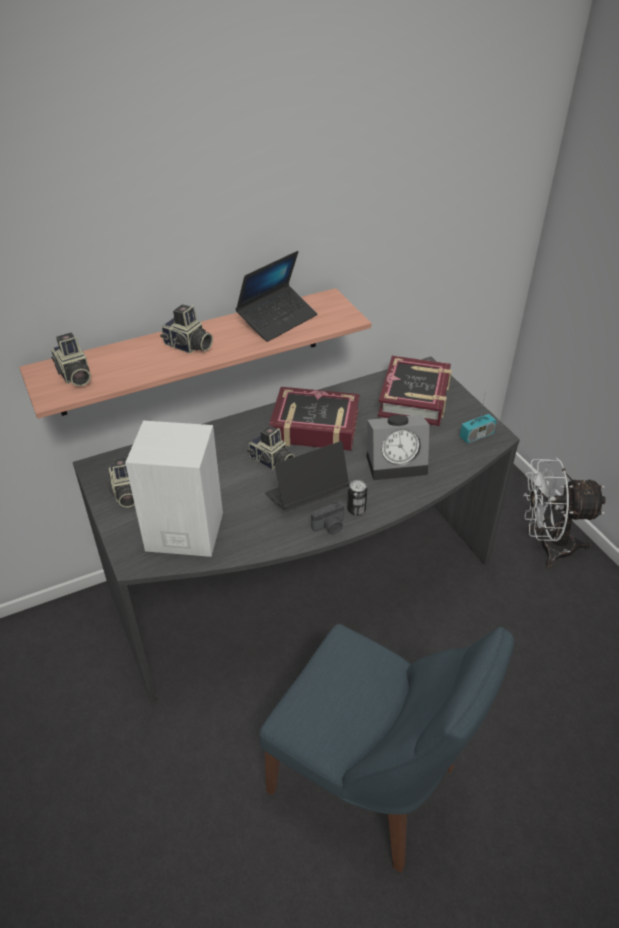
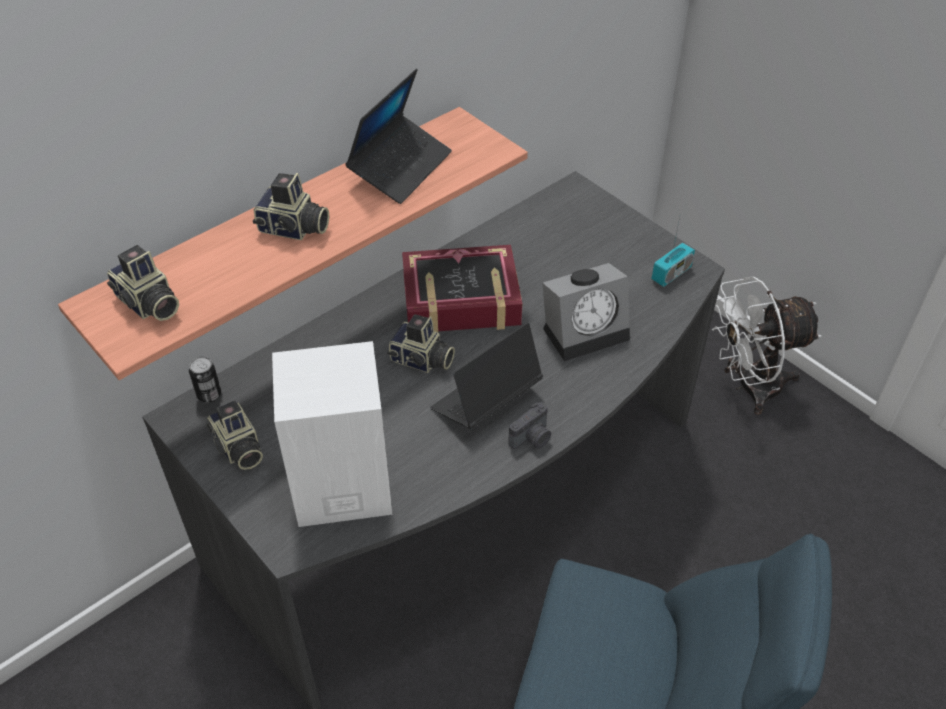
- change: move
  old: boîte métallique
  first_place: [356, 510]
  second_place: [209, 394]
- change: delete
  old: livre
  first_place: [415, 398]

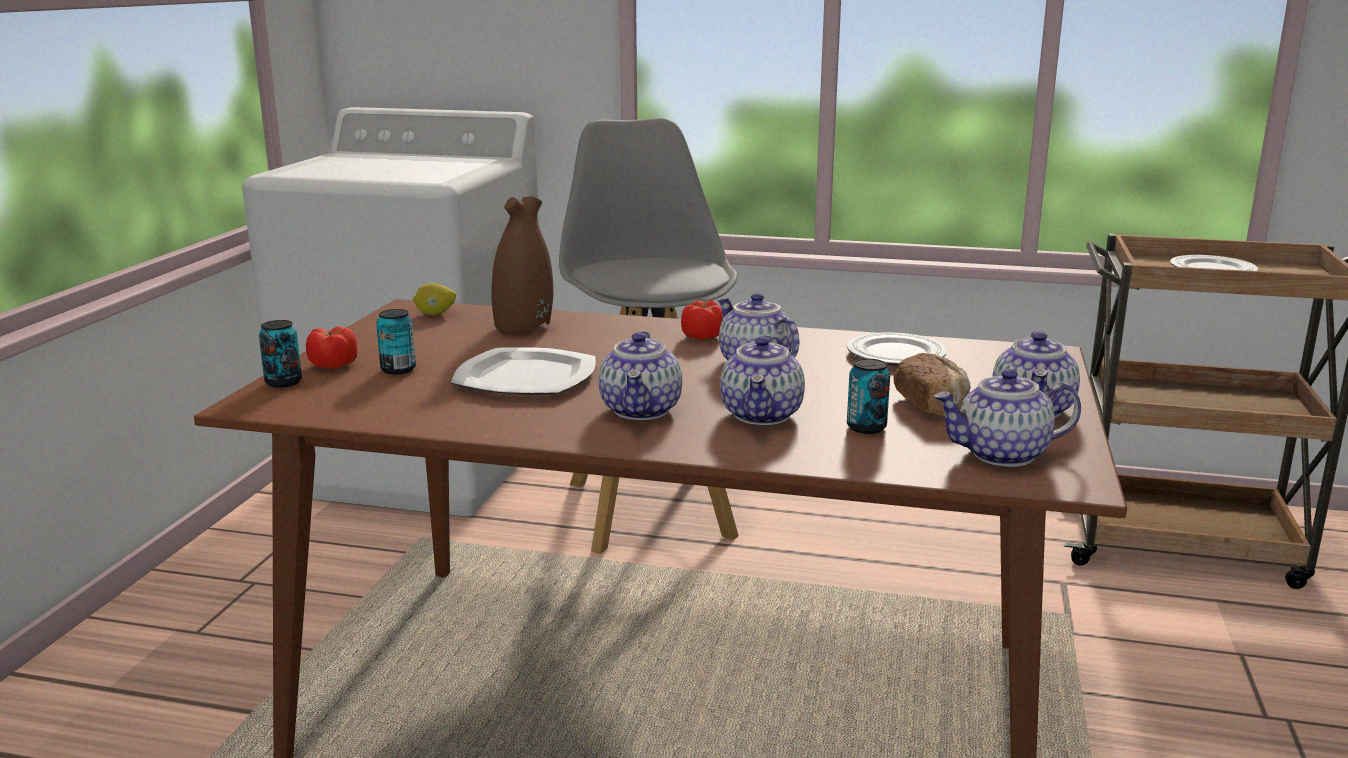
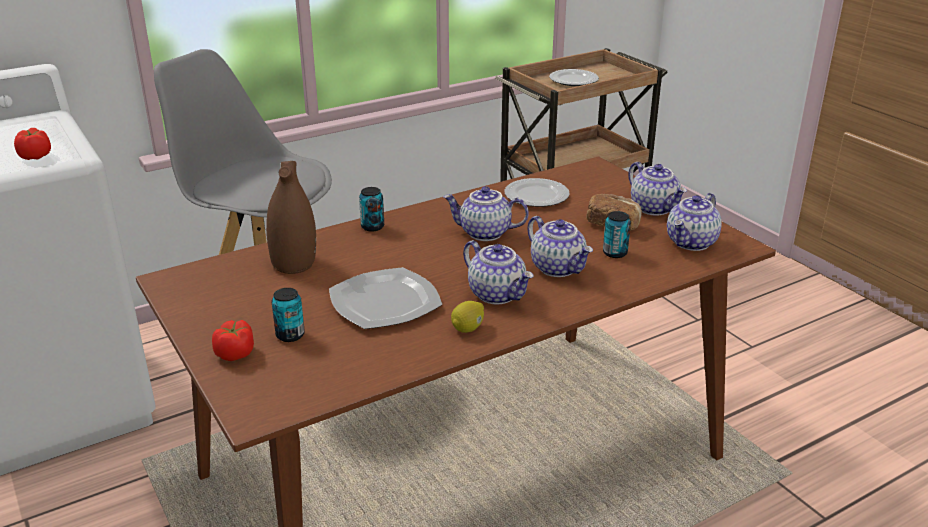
- change: move
  old: boîte métallique
  first_place: [283, 382]
  second_place: [372, 227]
- change: move
  old: citron
  first_place: [435, 314]
  second_place: [468, 328]
- change: move
  old: tomate
  first_place: [702, 336]
  second_place: [35, 156]

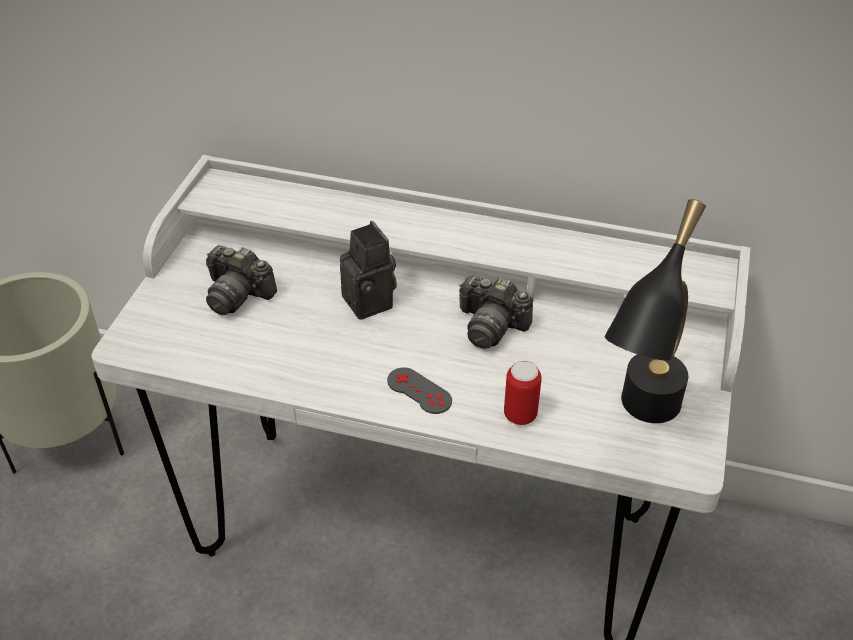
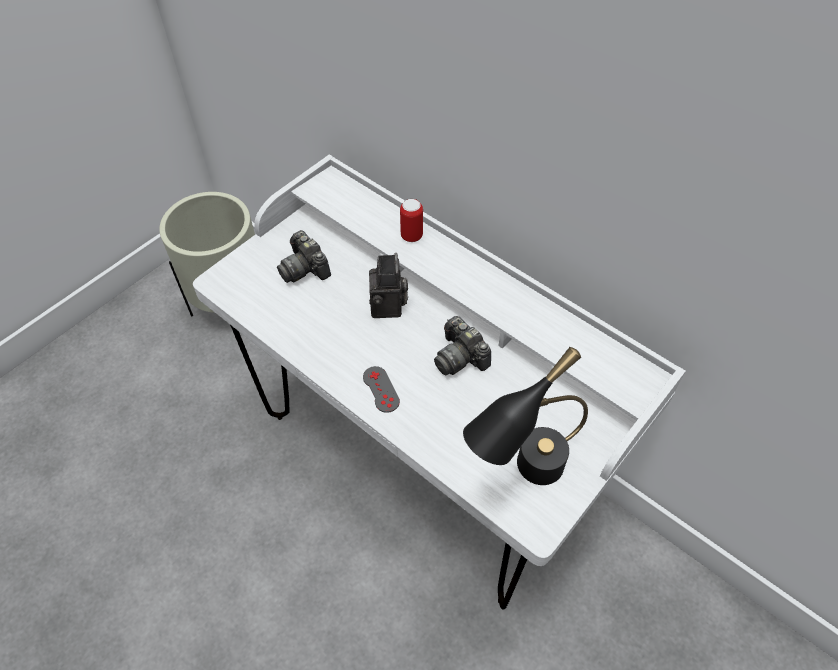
- change: move
  old: boîte métallique
  first_place: [520, 415]
  second_place: [411, 236]

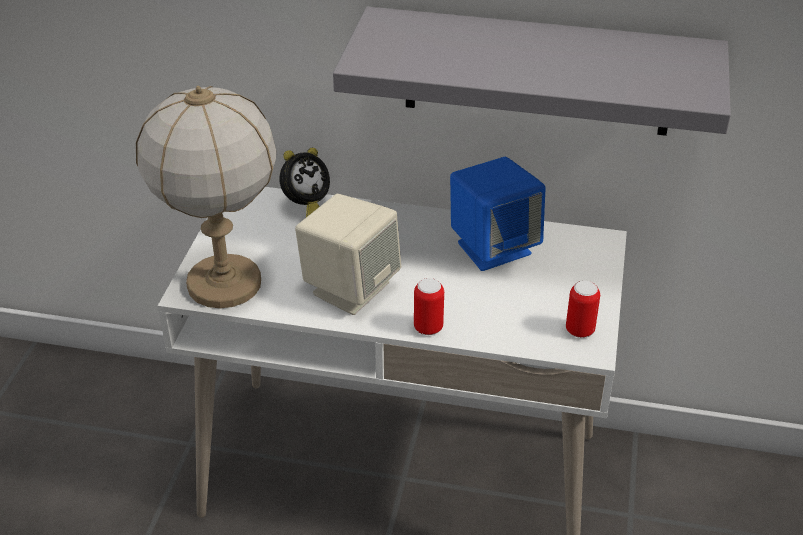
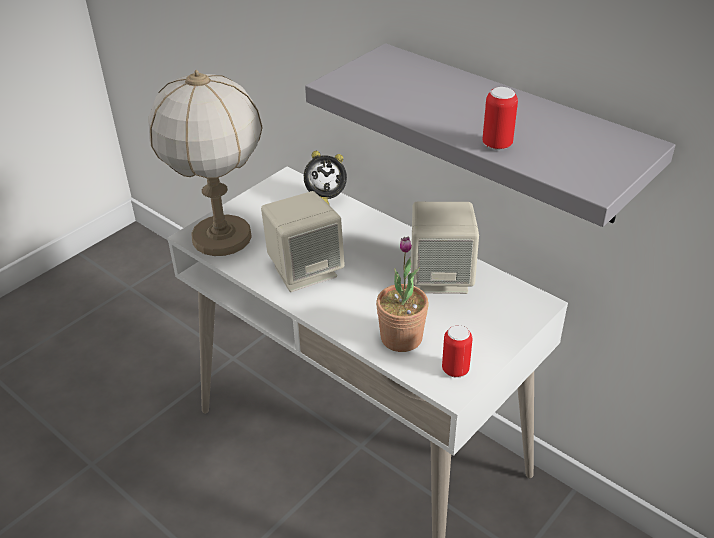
- change: move
  old: boîte métallique
  first_place: [428, 328]
  second_place: [497, 145]
- change: recolor
  old: enceinte [bleu]
  new: enceinte [beige]
  first_place: [493, 248]
  second_place: [441, 278]
- change: insert
  new: plante en pot
  second_place: [401, 338]

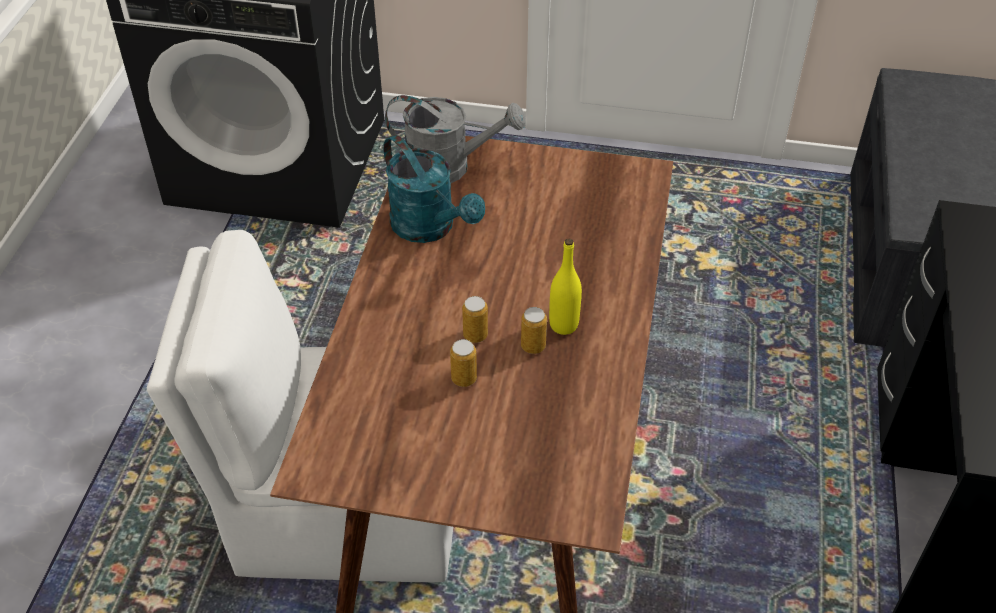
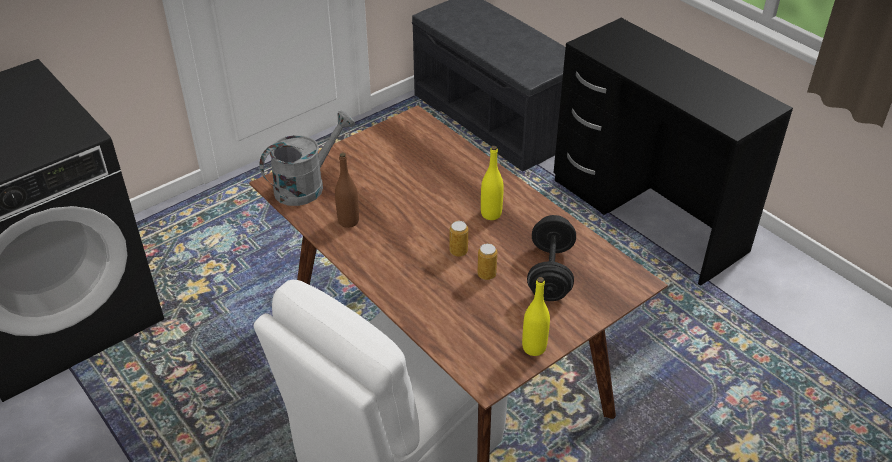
- change: replace
  old: arrosoir [turquoise]
  new: bouteille [marron]
  first_place: [430, 228]
  second_place: [348, 221]
- change: delete
  old: boîte métallique
  first_place: [533, 346]
- change: insert
  new: bouteille [jaune]
  second_place: [534, 347]
- change: insert
  new: haltère [noir]
  second_place: [550, 273]

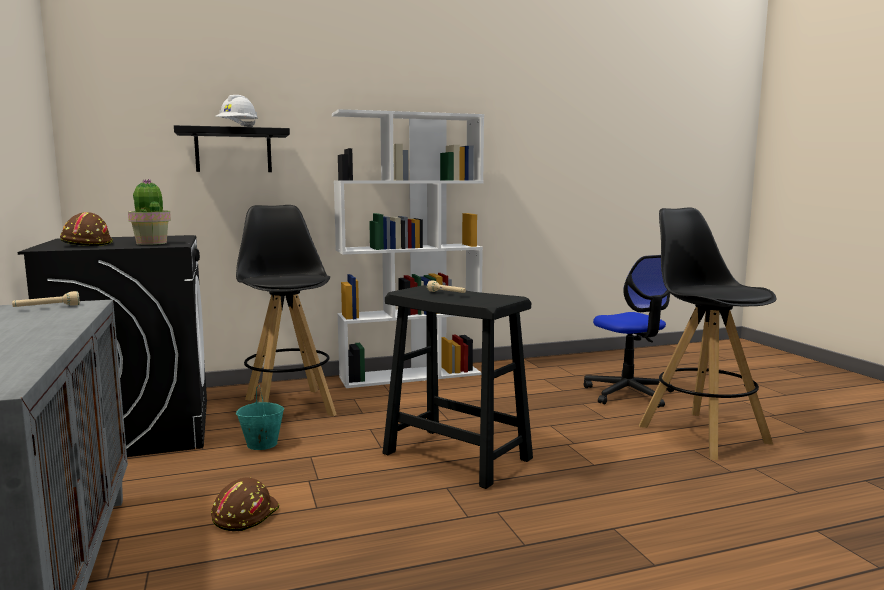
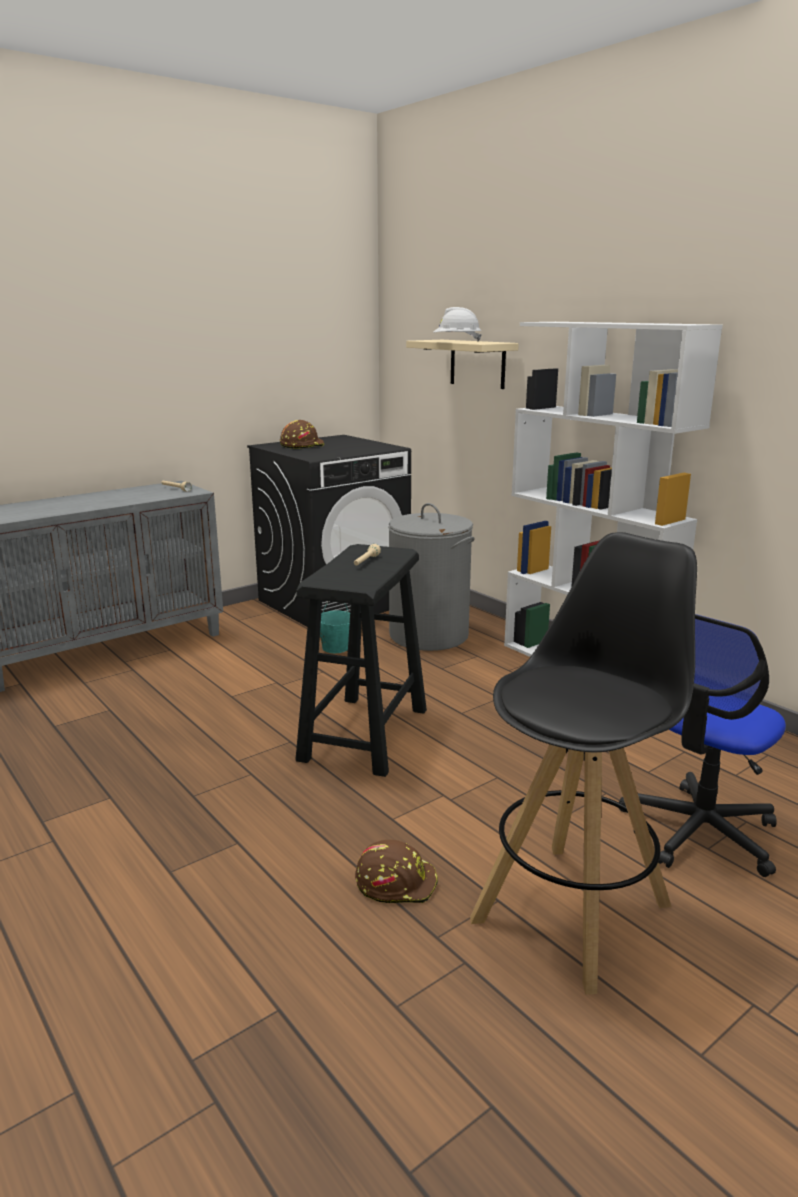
- change: delete
  old: plante en pot
  first_place: [151, 243]
- change: recolor
  old: étagère [noir]
  new: étagère [beige]
  first_place: [233, 151]
  second_place: [477, 363]
- change: move
  old: casque de chantier [marron]
  first_place: [244, 515]
  second_place: [396, 882]
- change: replace
  old: tabouret [noir]
  new: panier à linge [gris]
  first_place: [289, 406]
  second_place: [429, 635]

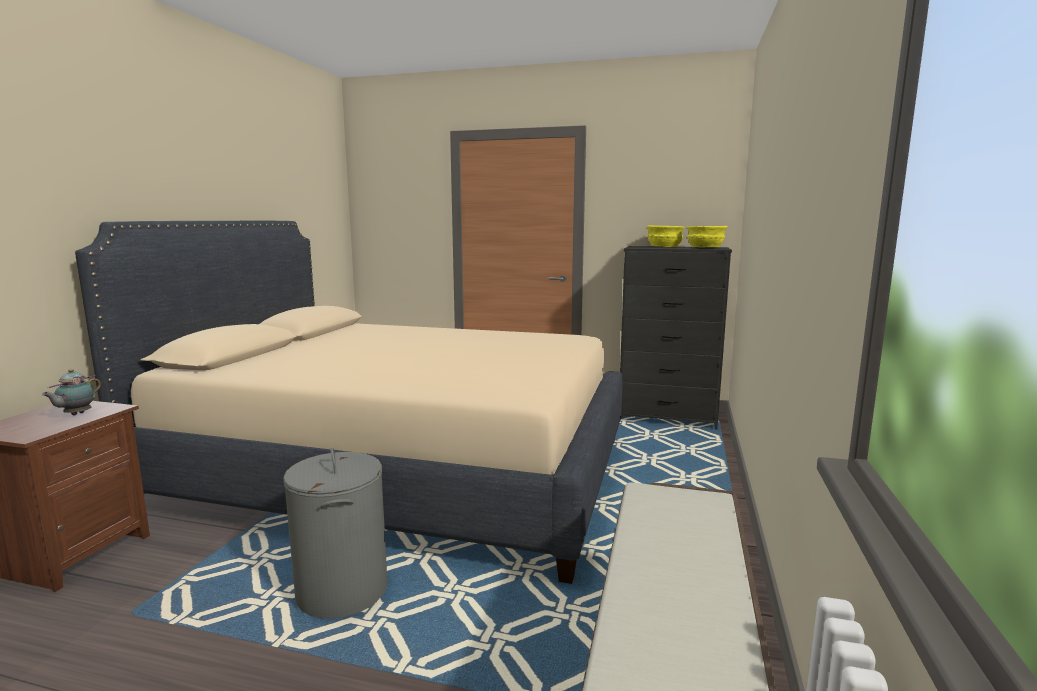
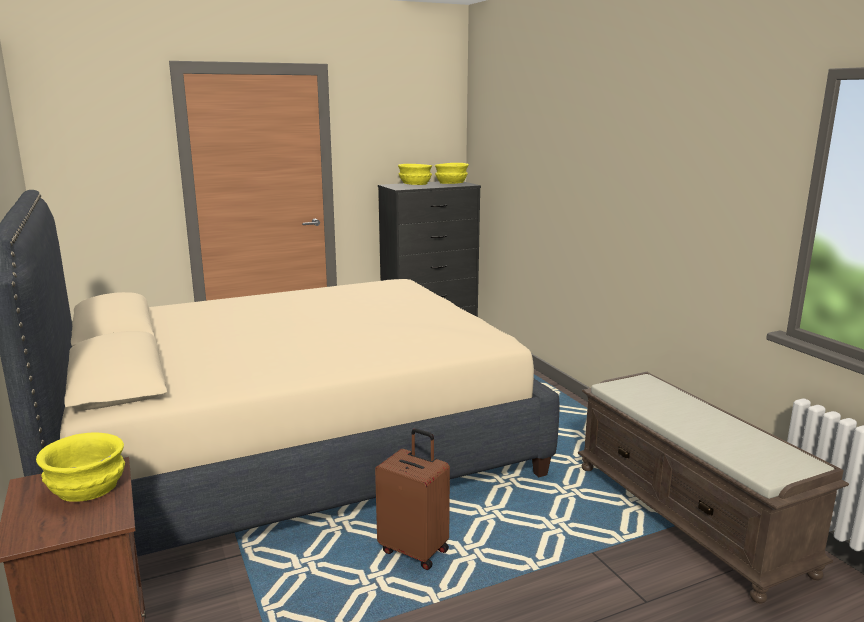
- change: replace
  old: théière
  new: bol [jaune]
  first_place: [76, 414]
  second_place: [87, 488]
- change: replace
  old: panier à linge [gris]
  new: valise [marron]
  first_place: [342, 591]
  second_place: [415, 550]

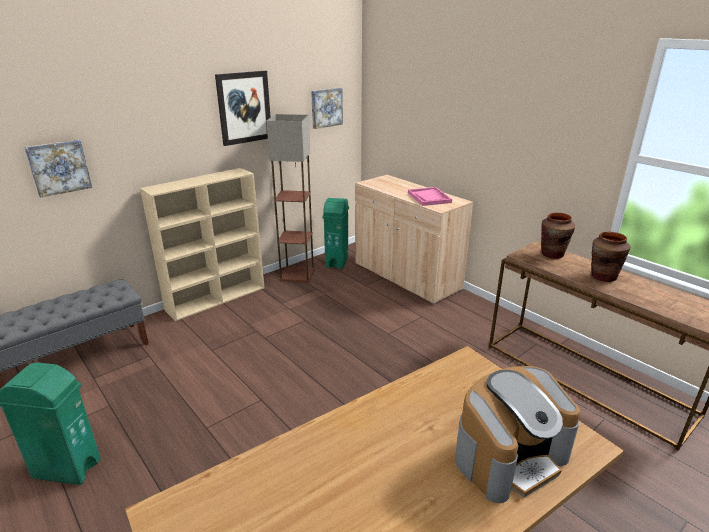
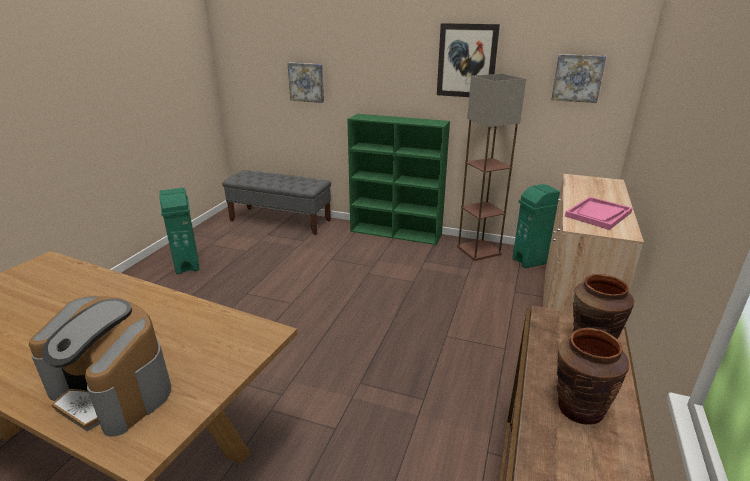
- change: recolor
  old: bibliothèque [beige]
  new: bibliothèque [vert]
  first_place: [217, 298]
  second_place: [396, 233]

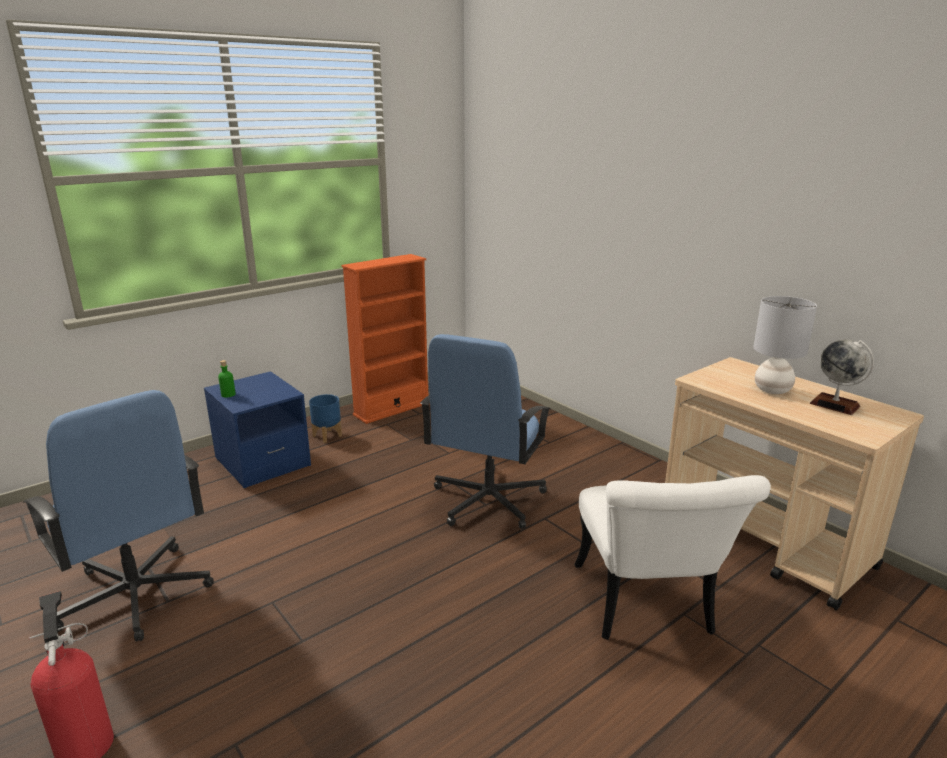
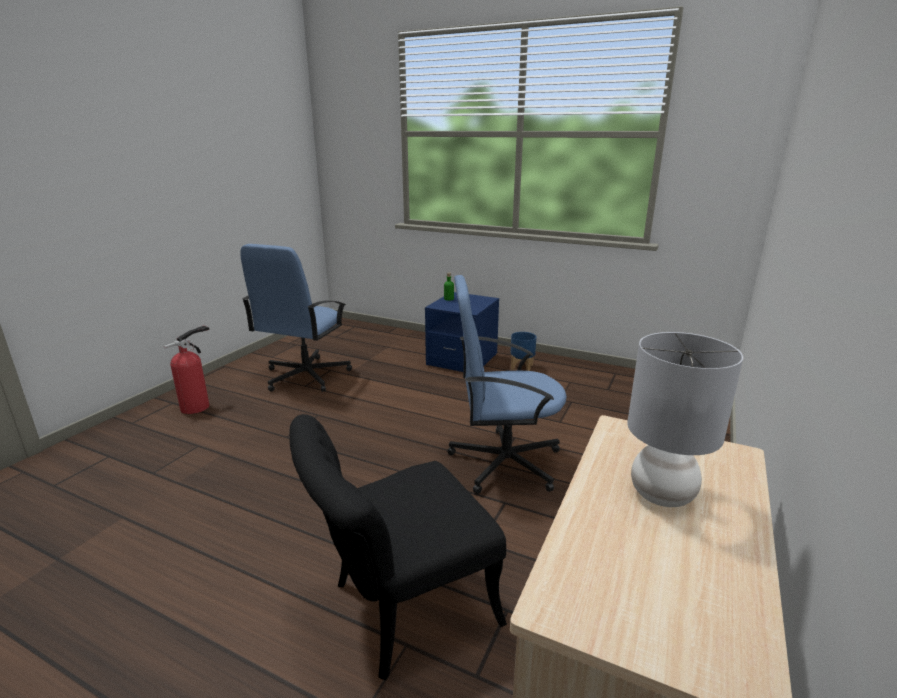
- change: delete
  old: bibliothèque [orange]
  first_place: [392, 409]
- change: recolor
  old: chaise [blanc]
  new: chaise [noir]
  first_place: [647, 609]
  second_place: [399, 610]
- change: delete
  old: globe
  first_place: [835, 405]

